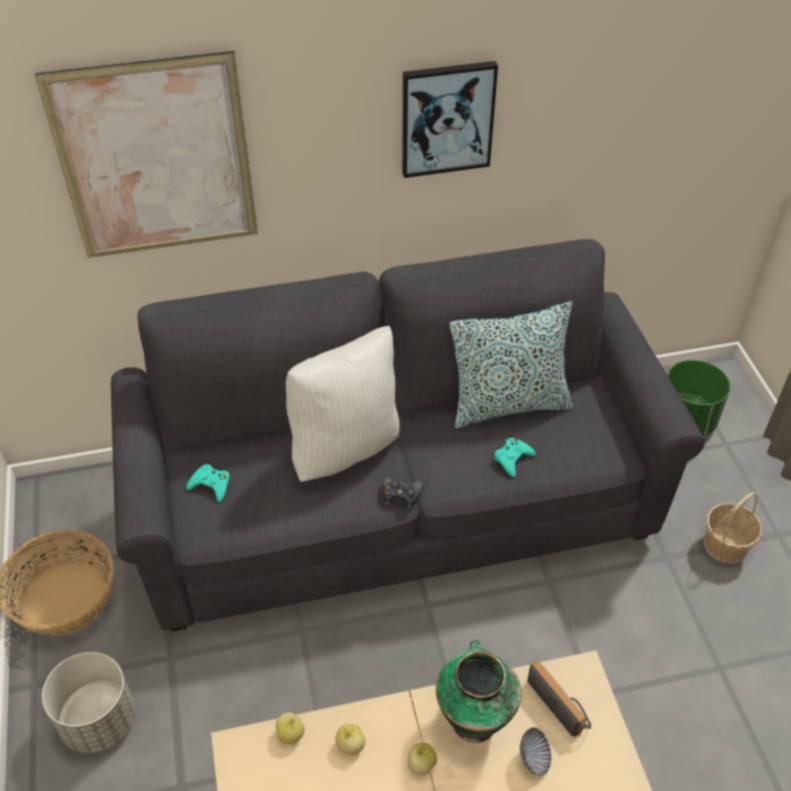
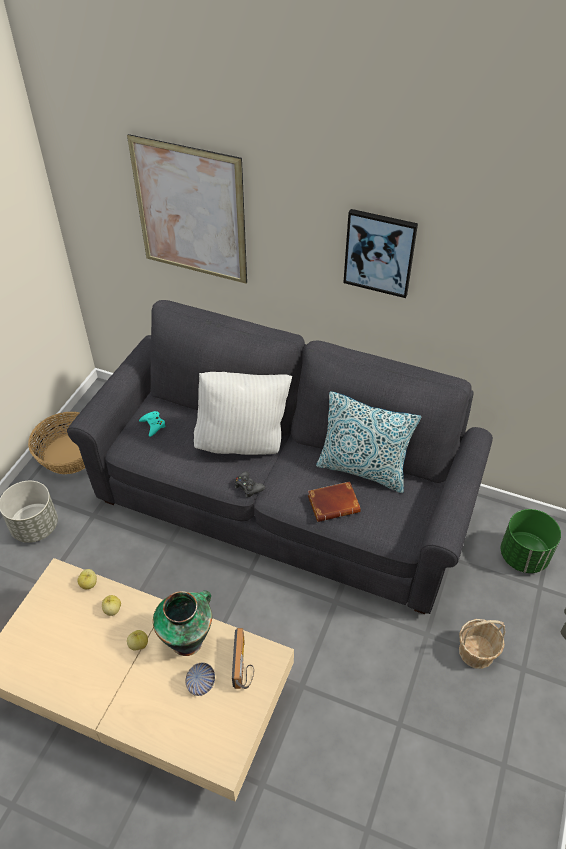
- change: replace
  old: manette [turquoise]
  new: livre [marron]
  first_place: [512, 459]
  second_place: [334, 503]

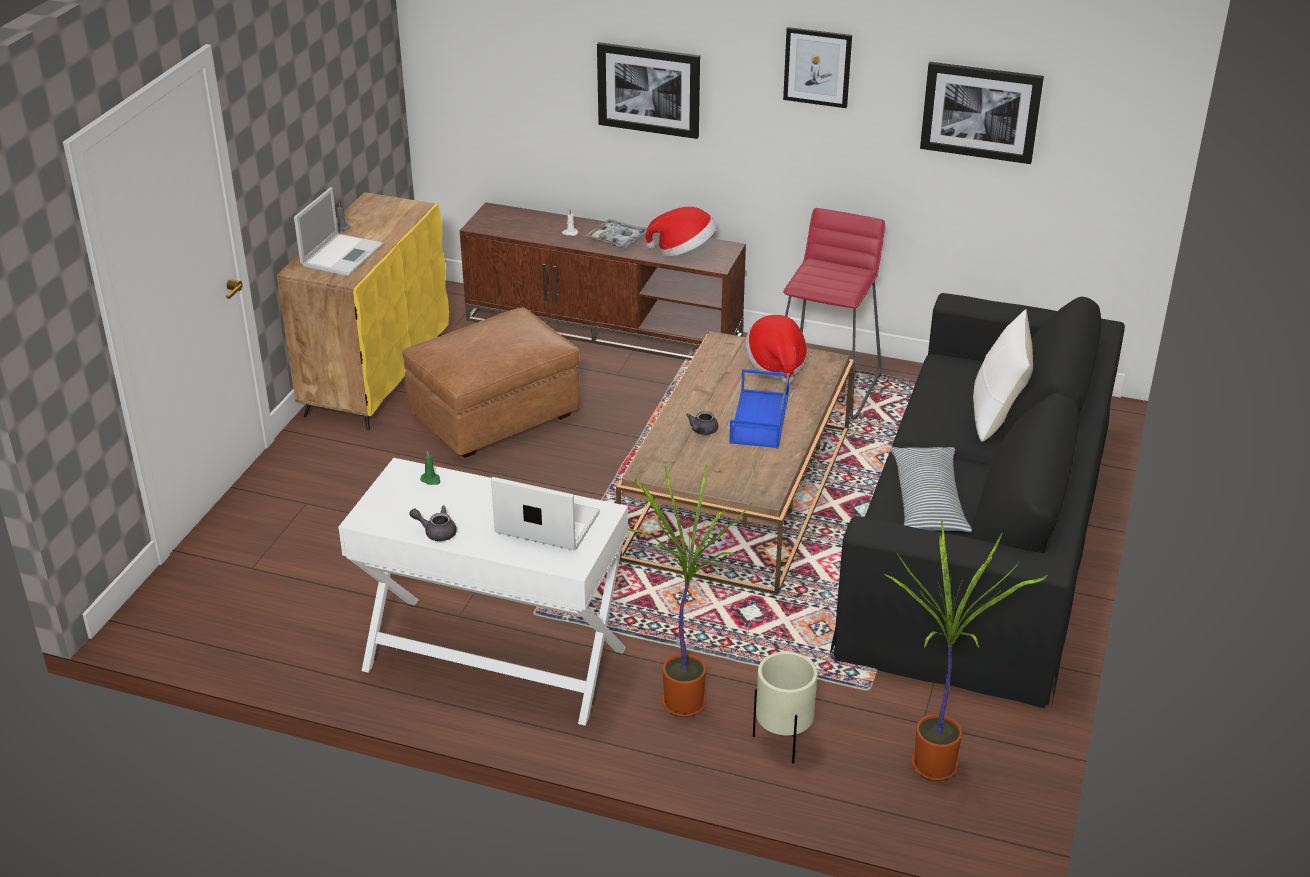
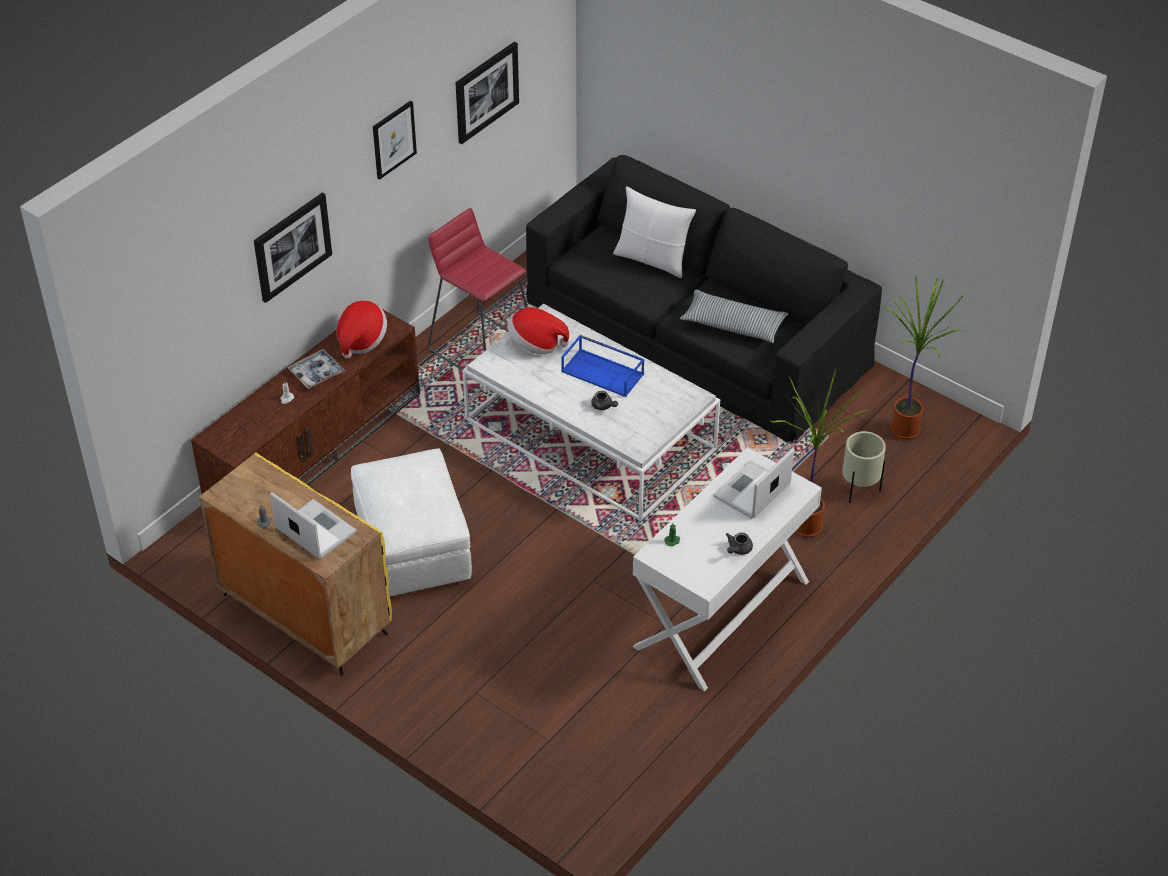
- change: recolor
  old: pouf [marron]
  new: pouf [blanc]
  first_place: [495, 417]
  second_place: [413, 548]
- change: recolor
  old: table basse [marron]
  new: table basse [blanc]
  first_place: [739, 492]
  second_place: [591, 435]

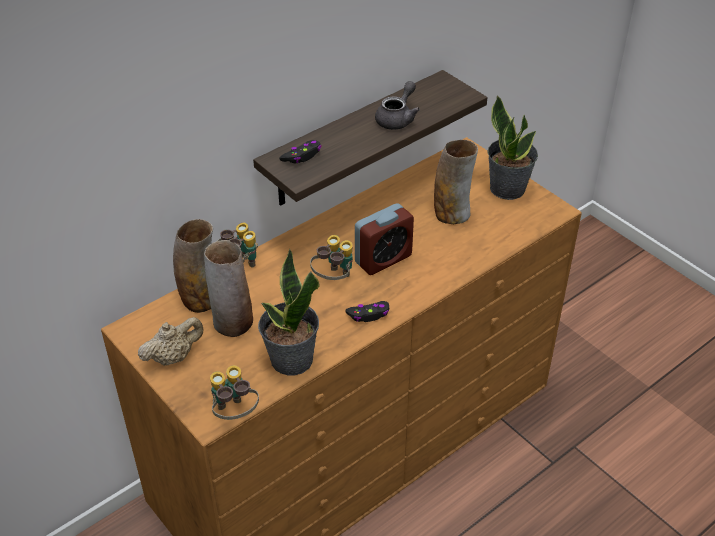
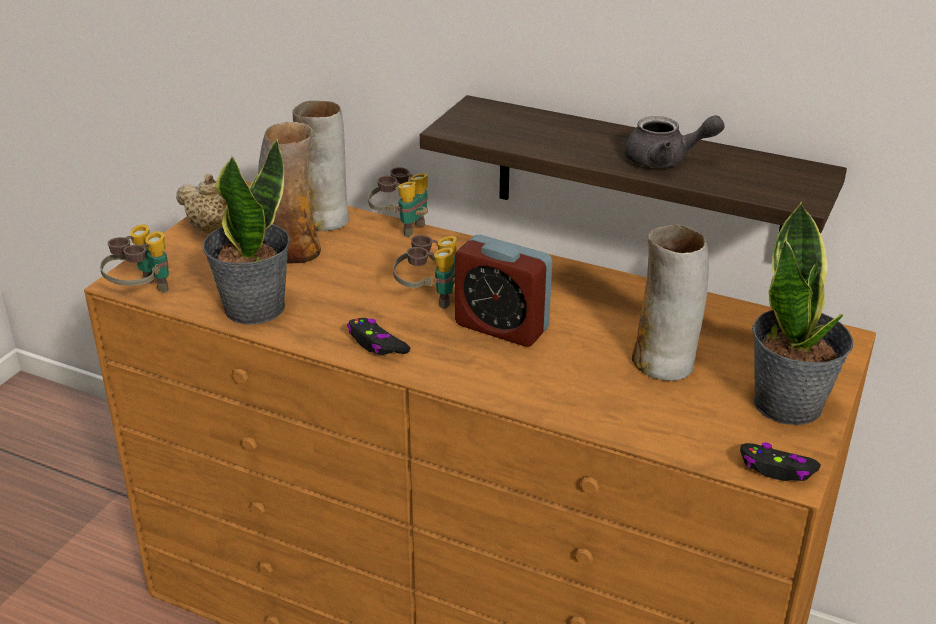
- change: move
  old: manette [noir]
  first_place: [302, 156]
  second_place: [777, 469]

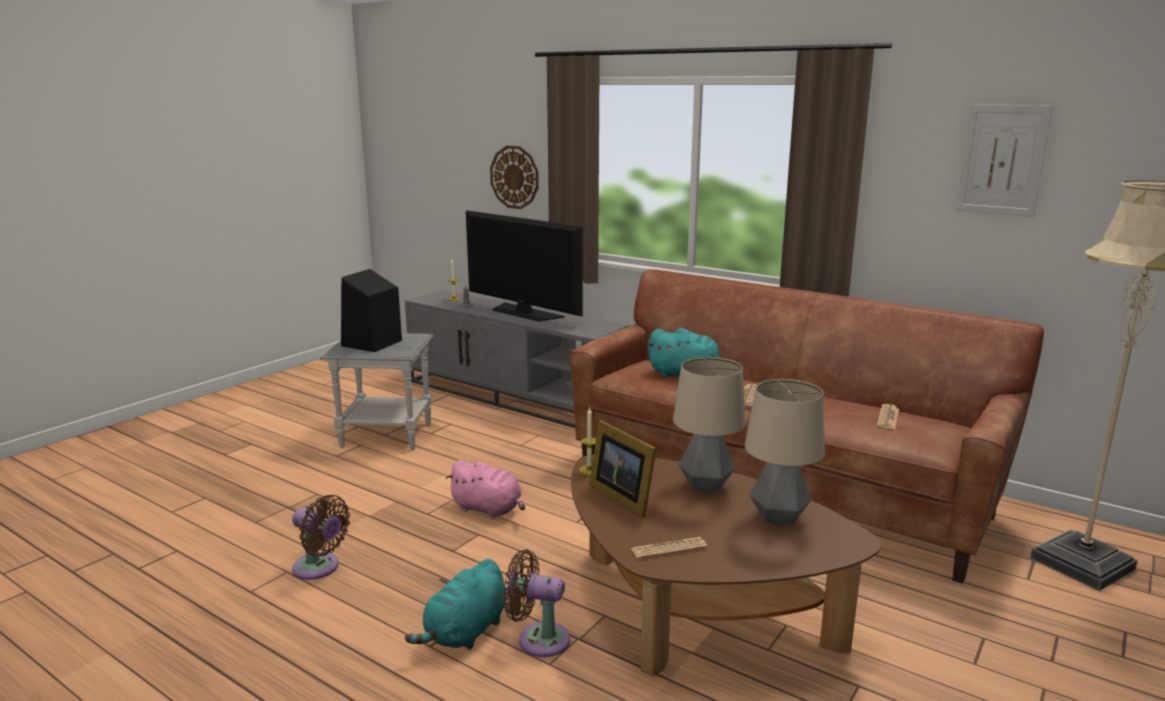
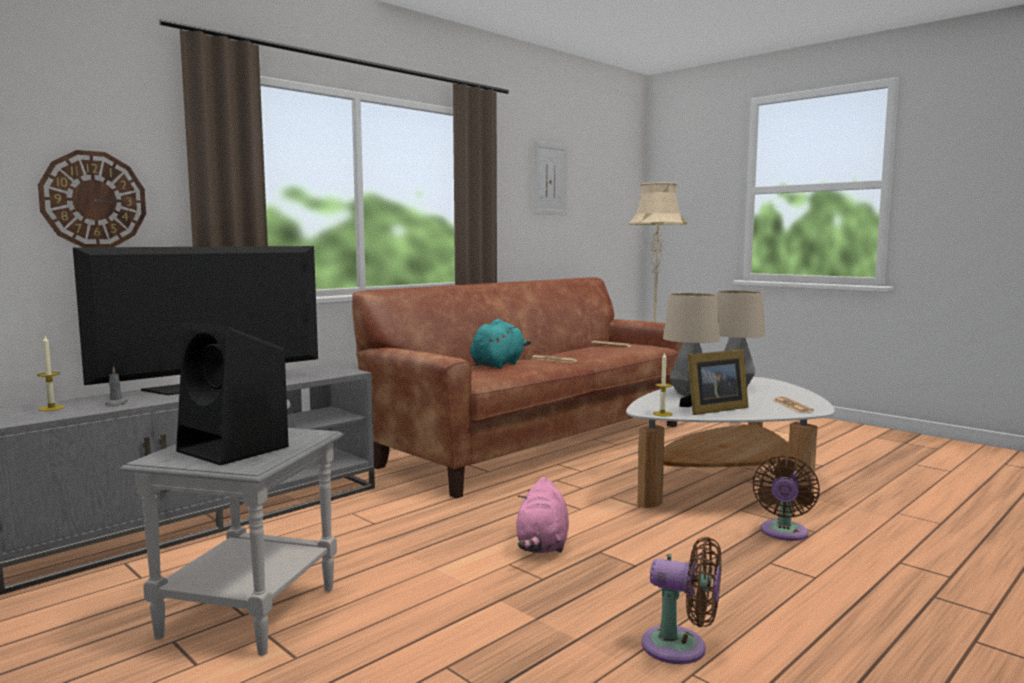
- change: rotate
  old: ventilateur [marron]
  first_place: [319, 568]
  second_place: [681, 648]
  degrees: 75
- change: delete
  old: peluche [turquoise]
  first_place: [465, 633]
- change: rotate
  old: peluche [rose]
  first_place: [488, 509]
  second_place: [542, 545]
  degrees: 150
- change: recolor
  old: table basse [marron]
  new: table basse [blanc]
  first_place: [694, 613]
  second_place: [728, 484]

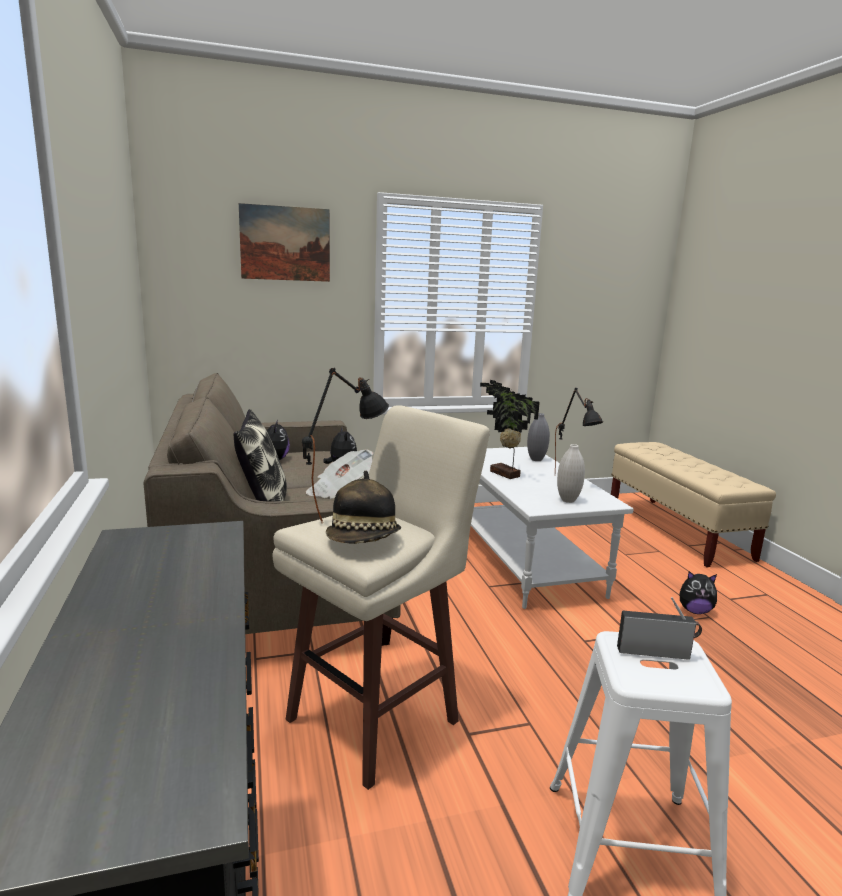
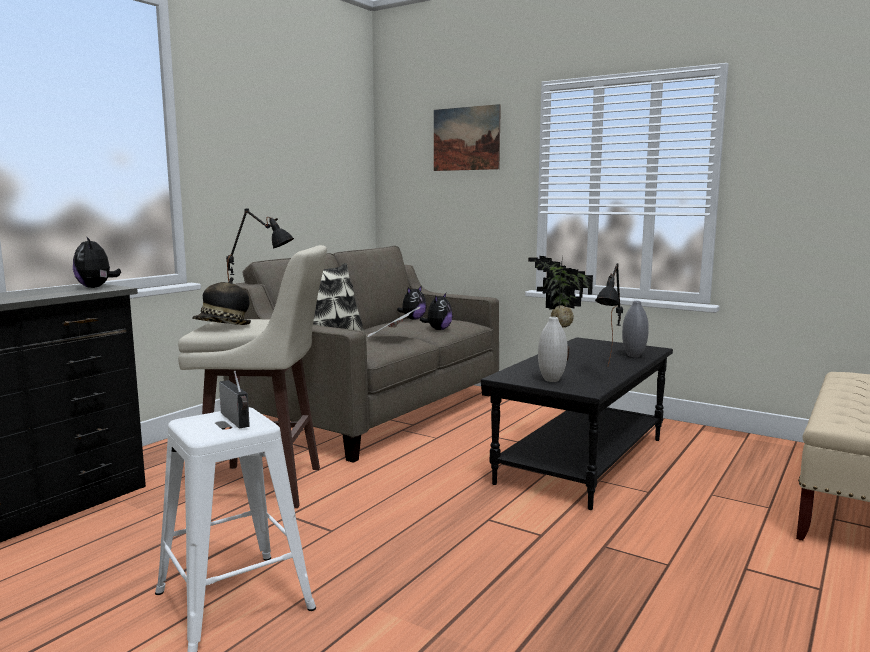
- change: recolor
  old: table basse [blanc]
  new: table basse [noir]
  first_place: [522, 559]
  second_place: [581, 460]
- change: move
  old: peluche
  first_place: [694, 611]
  second_place: [96, 287]

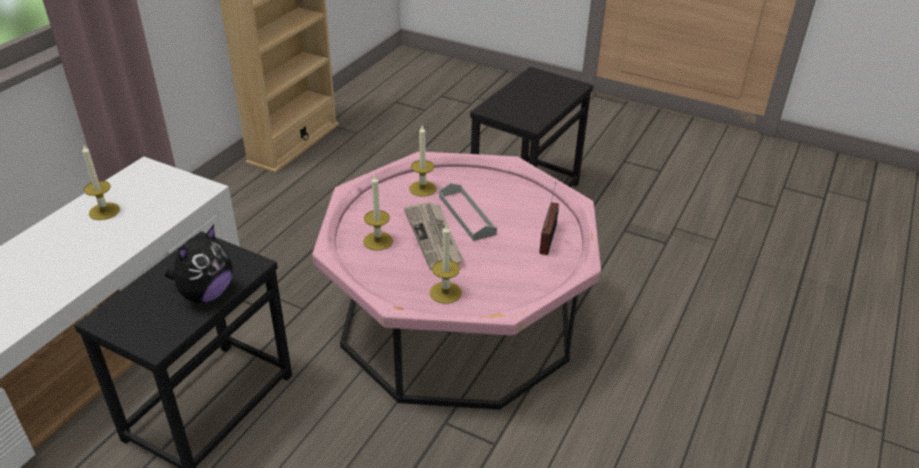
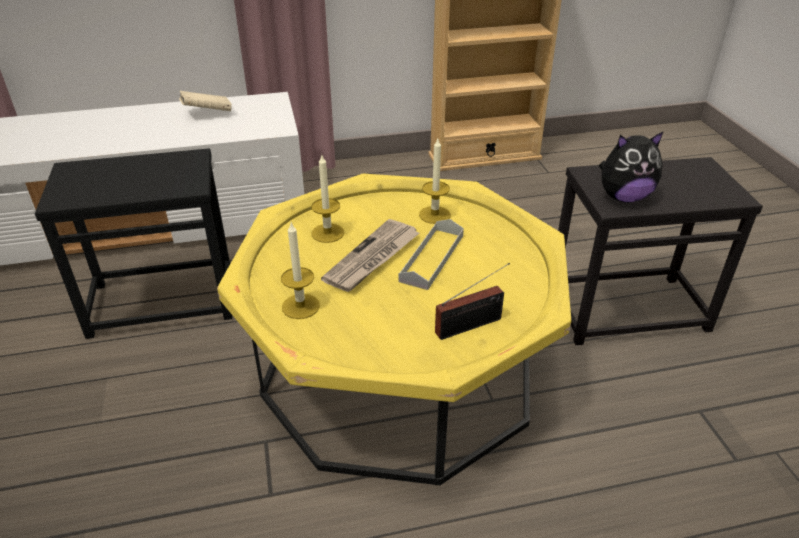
- change: replace
  old: bougie
  new: livre [beige]
  first_place: [104, 211]
  second_place: [207, 113]
- change: move
  old: peluche
  first_place: [206, 294]
  second_place: [623, 197]
- change: recolor
  old: table basse [rose]
  new: table basse [jaune]
  first_place: [457, 321]
  second_place: [399, 370]

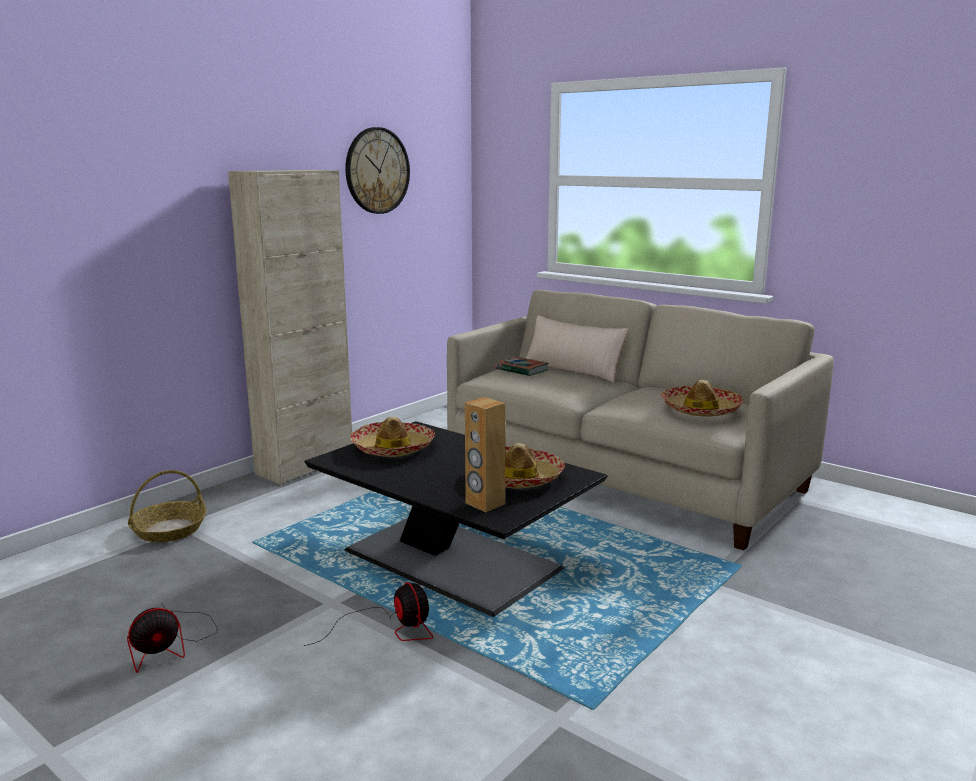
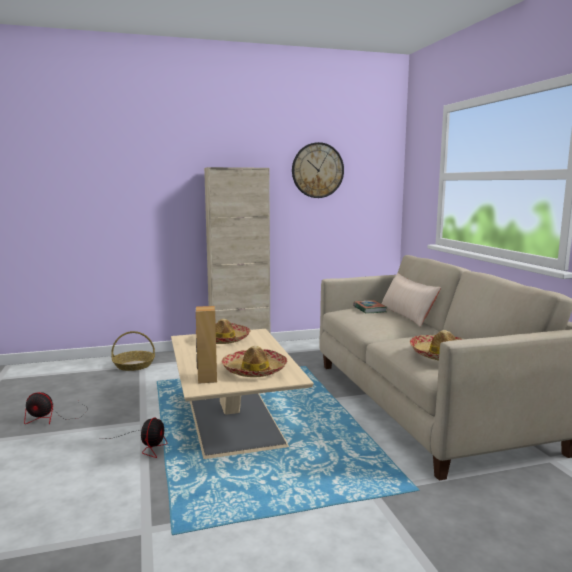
- change: recolor
  old: table basse [noir]
  new: table basse [beige]
  first_place: [455, 561]
  second_place: [235, 422]

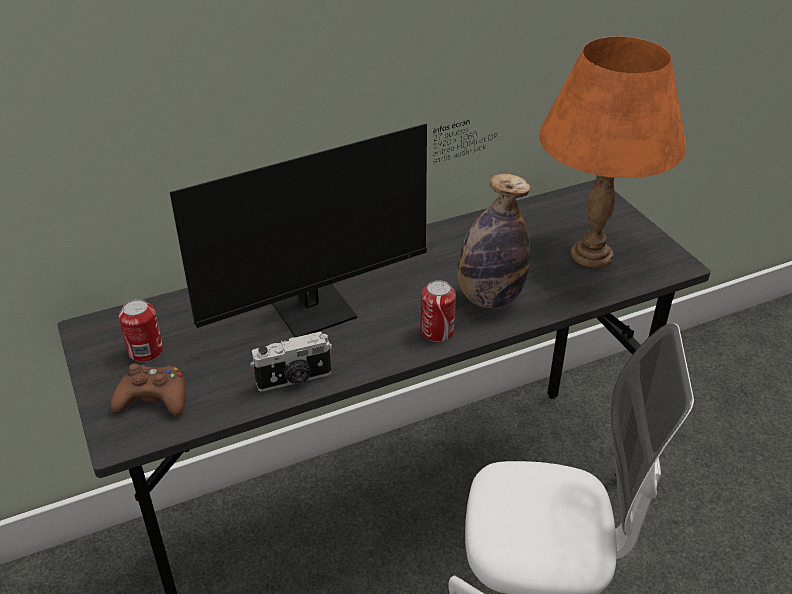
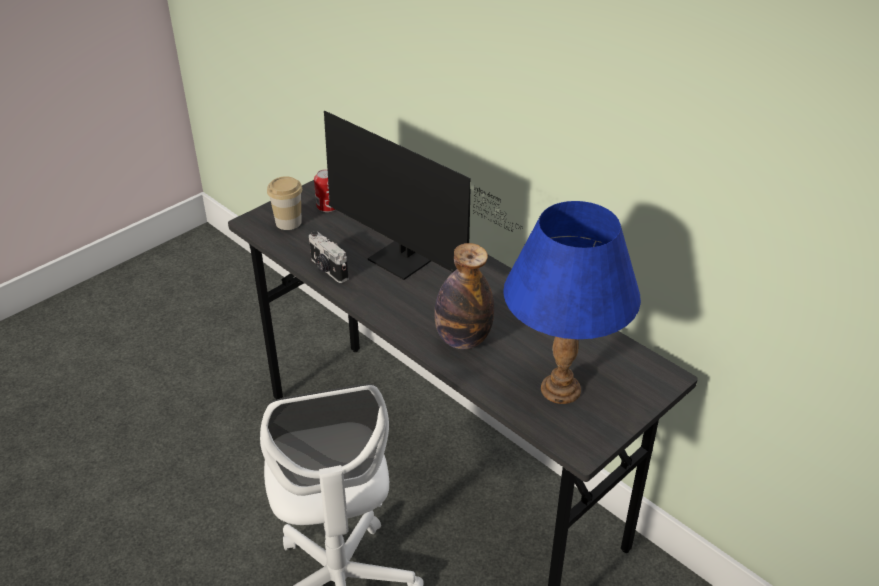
- change: replace
  old: manette [marron]
  new: tasse
  first_place: [153, 398]
  second_place: [288, 222]
- change: delete
  old: boîte métallique
  first_place: [437, 331]
- change: recolor
  old: lampe de table [orange]
  new: lampe de table [bleu]
  first_place: [592, 255]
  second_place: [561, 390]

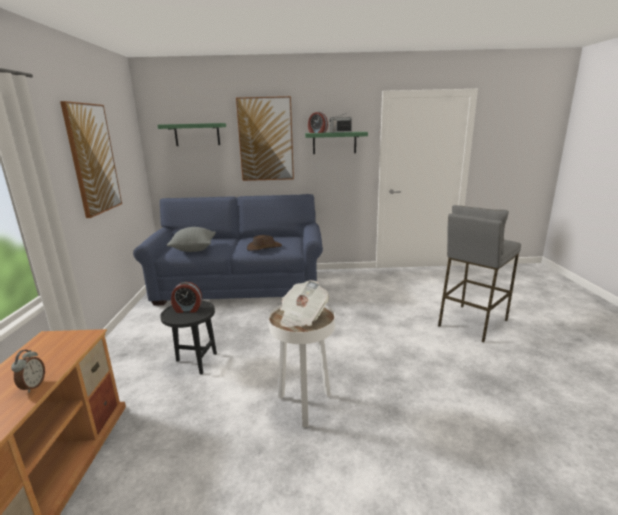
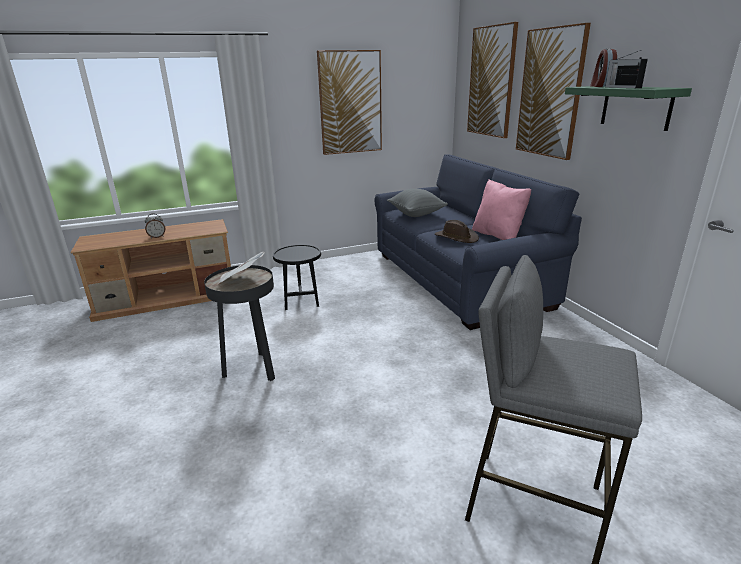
- change: replace
  old: étagère [vert]
  new: tableau
  first_place: [197, 134]
  second_place: [491, 82]
- change: delete
  old: réveil
  first_place: [187, 309]
- change: recolor
  old: table d'appoint [blanc]
  new: table d'appoint [noir]
  first_place: [304, 405]
  second_place: [252, 370]
- change: insert
  new: coussin [rose]
  second_place: [498, 235]

